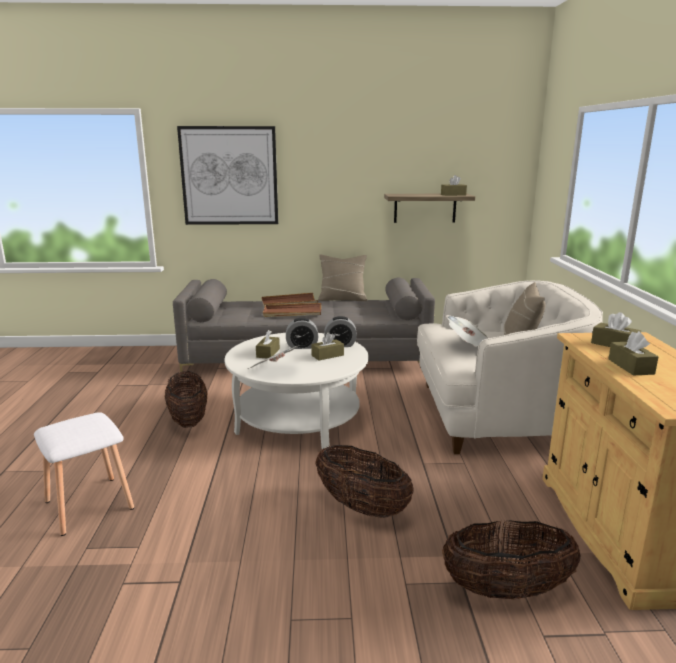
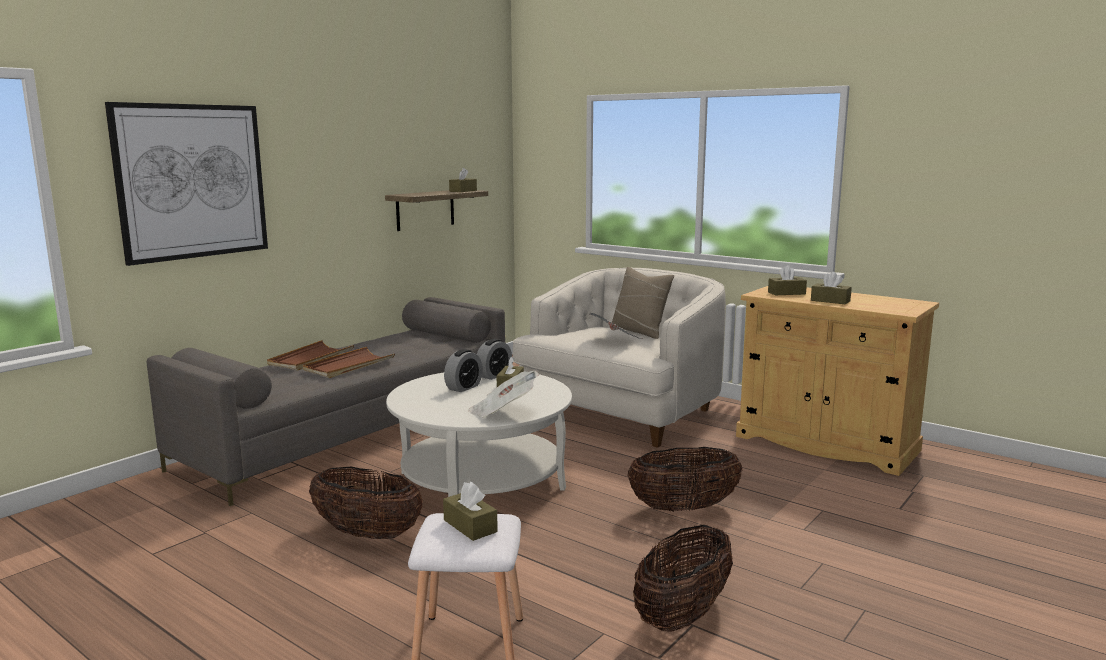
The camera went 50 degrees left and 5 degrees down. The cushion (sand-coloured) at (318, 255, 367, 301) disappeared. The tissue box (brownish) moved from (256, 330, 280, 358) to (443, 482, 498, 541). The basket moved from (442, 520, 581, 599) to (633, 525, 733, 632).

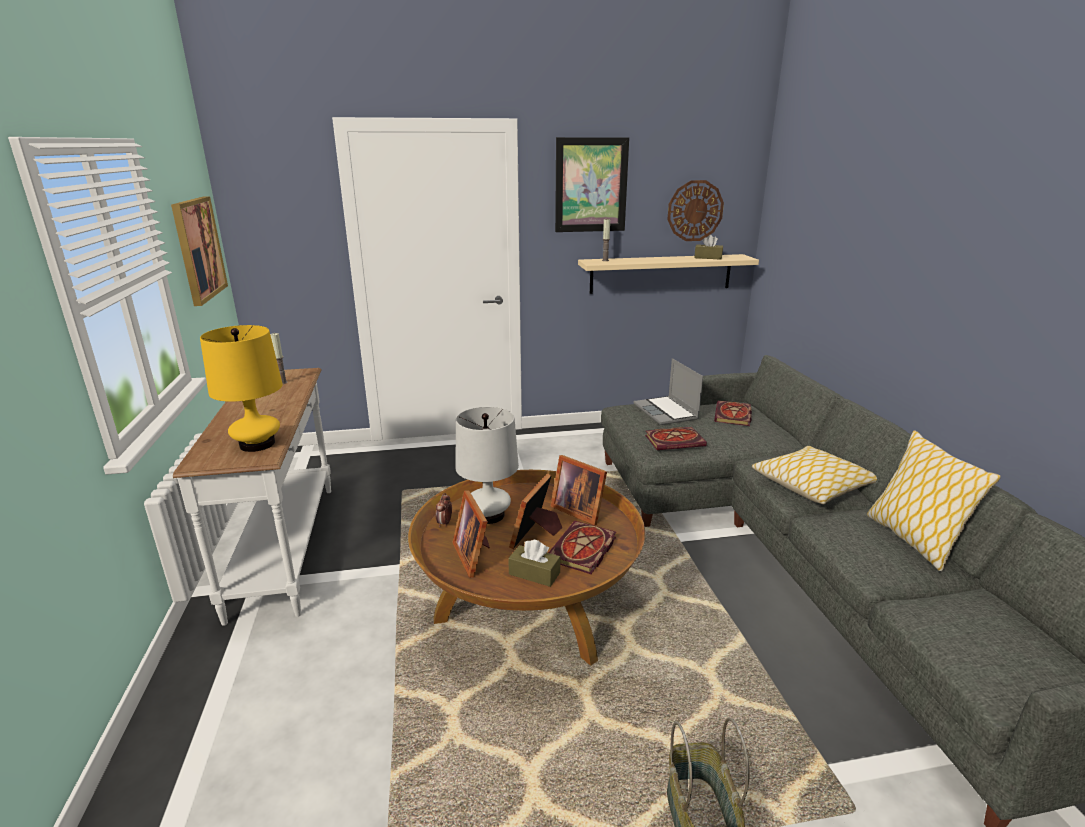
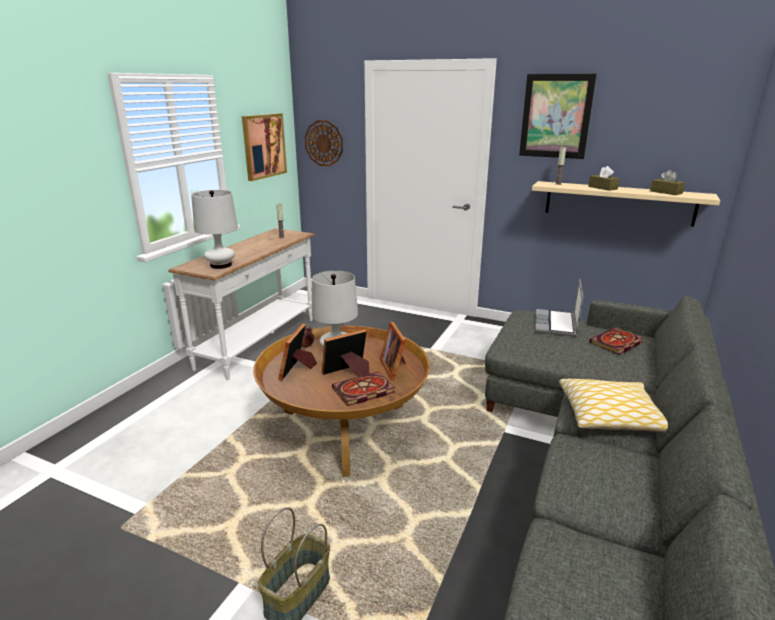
The camera went 35 degrees right and 0 degrees up. The wall clock moved from (667, 180, 724, 241) to (305, 120, 343, 167). The table lamp (yellow) at (200, 325, 283, 452) became the table lamp (whitish) at (191, 190, 238, 269). The volume at (645, 427, 707, 450) disappeared. The cushion at (867, 431, 1001, 571) disappeared. The tissue box (brownish) moved from (508, 540, 560, 587) to (588, 166, 620, 191).

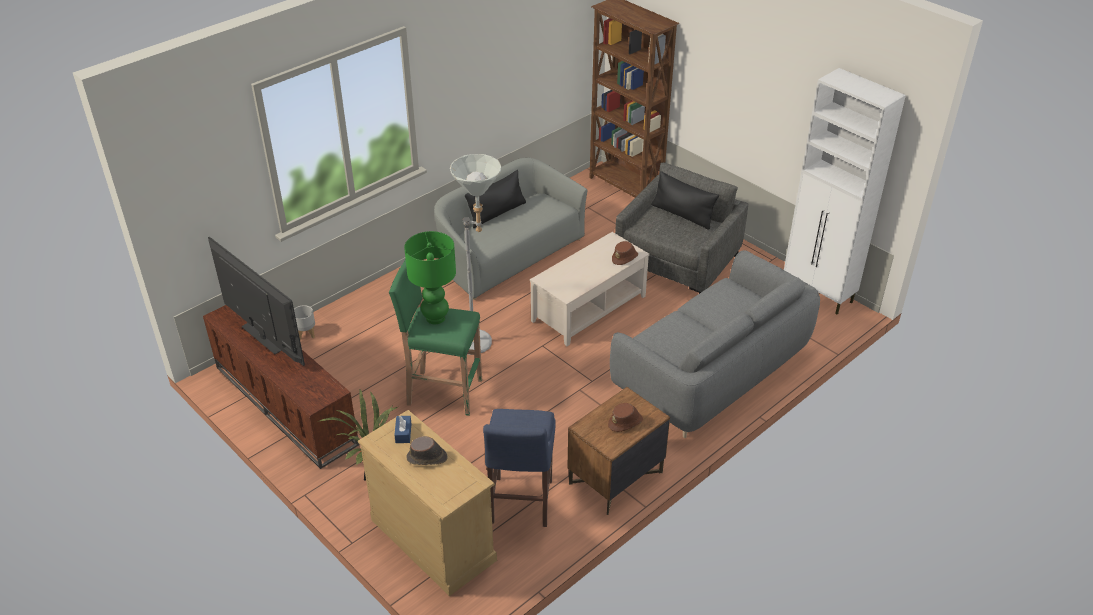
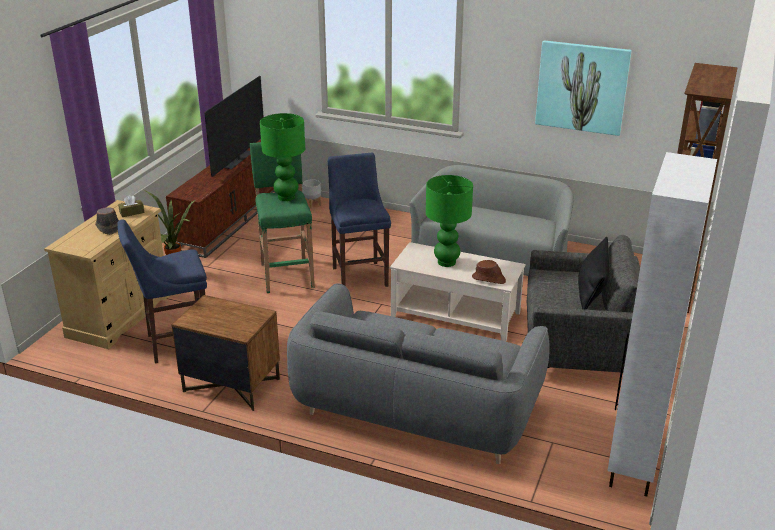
The camera went 65 degrees right and 10 degrees down. The standing lamp (gray) at (450, 154, 501, 355) was replaced by the sitting stool (bluish) at (328, 153, 391, 287). The cushion (black-coloured) at (465, 170, 526, 228) disappeared. The wearable hat (brownish) at (608, 403, 643, 432) disappeared. The tissue box (bluish) at (394, 416, 411, 443) became the tissue box (brownish) at (118, 195, 144, 217). The wall art at (535, 40, 632, 136) appeared. The table lamp (green) at (426, 175, 473, 267) appeared.

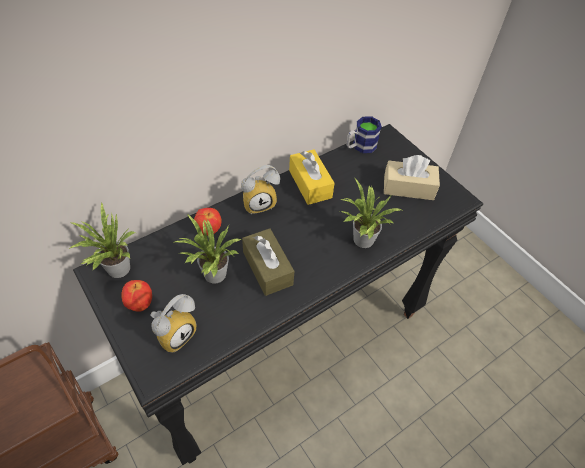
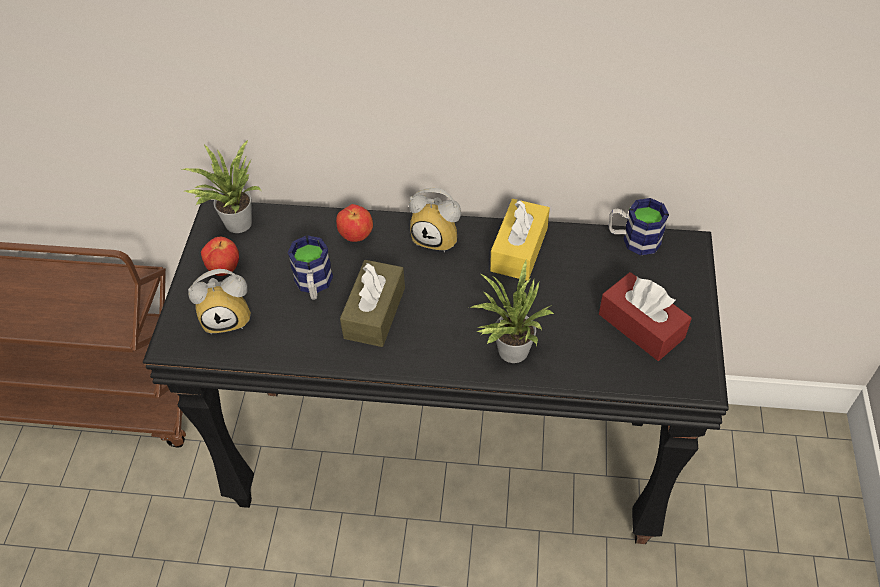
The camera went 45 degrees right and 0 degrees up. The tissue box (sand-coloured) at (384, 155, 440, 200) became the tissue box (reddish) at (599, 272, 692, 361). The plant in a pot at (175, 214, 242, 284) was replaced by the coffee mug at (288, 235, 333, 300).

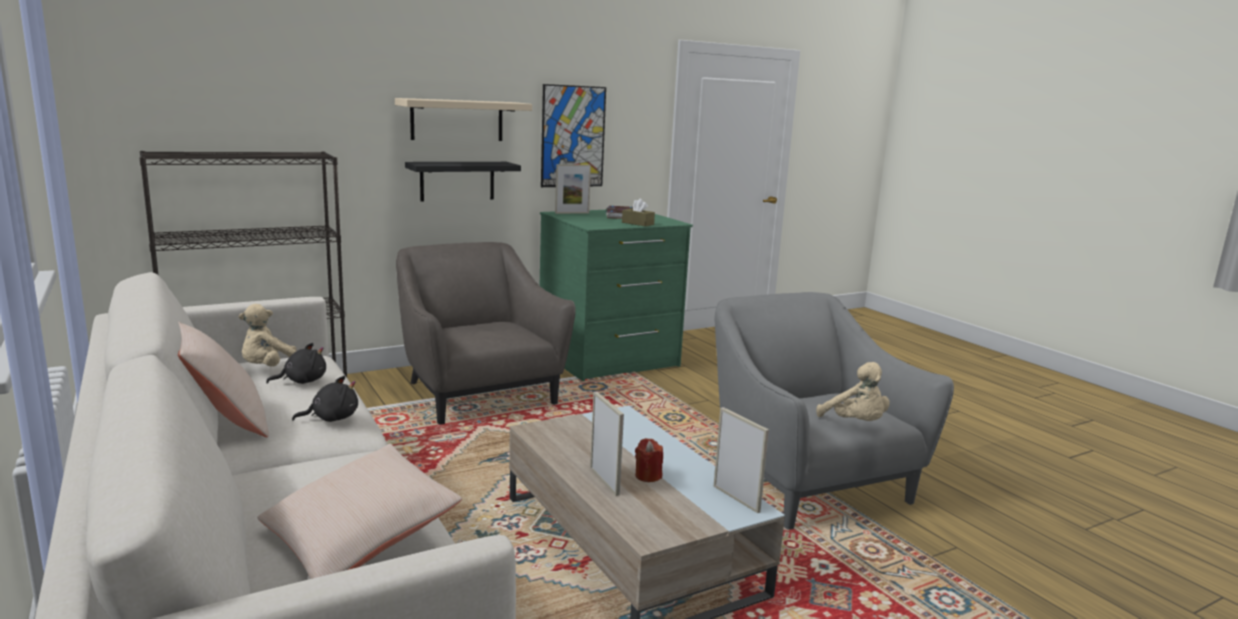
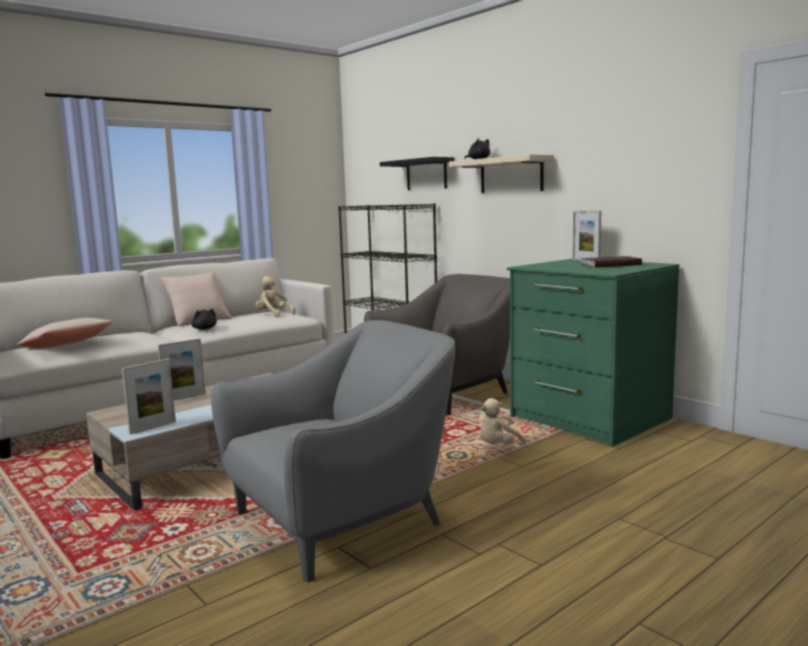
The camera went 80 degrees right and 5 degrees down. The wall art at (541, 84, 606, 187) disappeared. The shelf (black-coloured) moved from (405, 162, 521, 202) to (380, 157, 454, 190). The tissue box (brownish) at (622, 199, 655, 226) disappeared. The soft toy (black-coloured) moved from (266, 343, 326, 384) to (464, 138, 491, 159). The soft toy (sand-coloured) moved from (816, 362, 890, 421) to (480, 398, 527, 445). The candle (reddish) at (635, 438, 663, 482) disappeared.

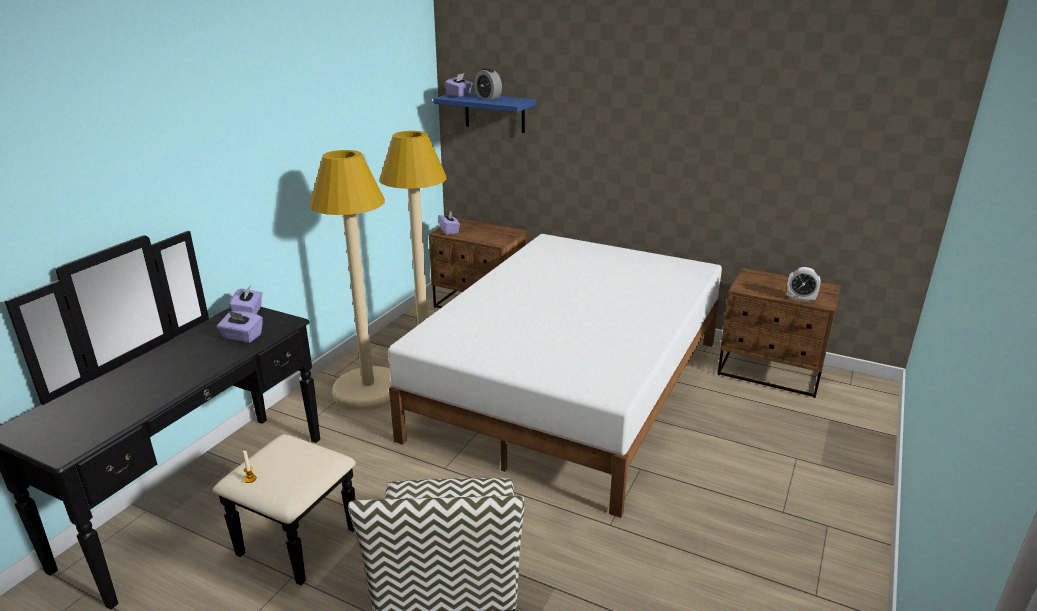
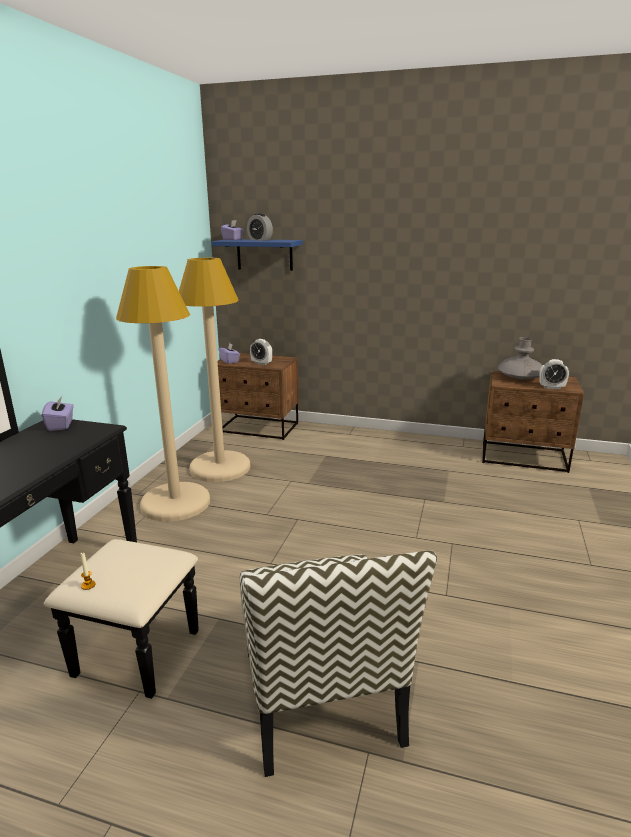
The camera went 10 degrees left and 5 degrees down. The bed (whitish) at (388, 234, 722, 518) disappeared. The tissue box (purplish) at (217, 311, 263, 343) disappeared. The flower vase (gray) at (497, 337, 542, 380) appeared. The bedside clock at (250, 339, 272, 365) appeared.

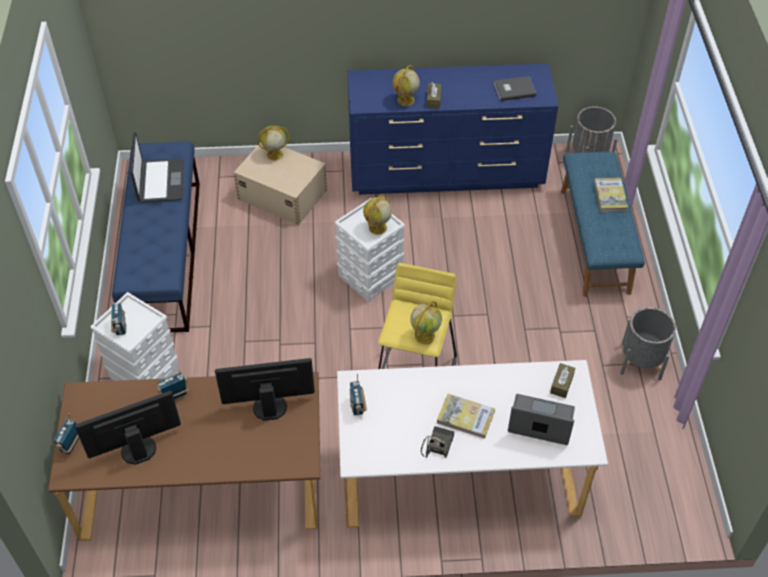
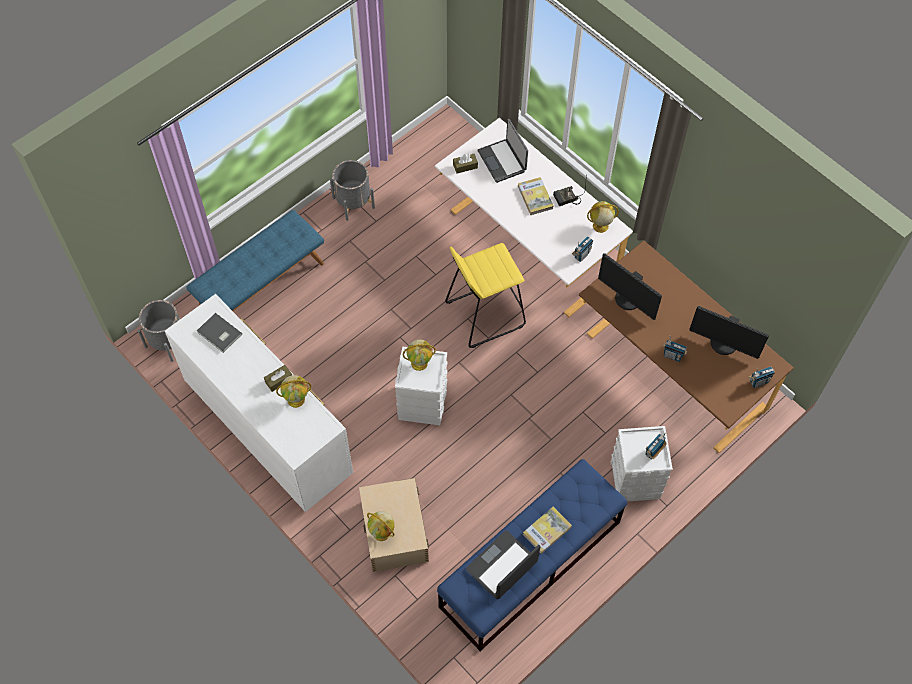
The camera went 130 degrees left and 10 degrees up. The chest of drawers (bluish) at (348, 64, 558, 195) became the chest of drawers (whitish) at (165, 294, 353, 512). The volume moved from (594, 178, 628, 212) to (523, 507, 572, 554). The globe moved from (410, 301, 442, 344) to (587, 201, 619, 233).

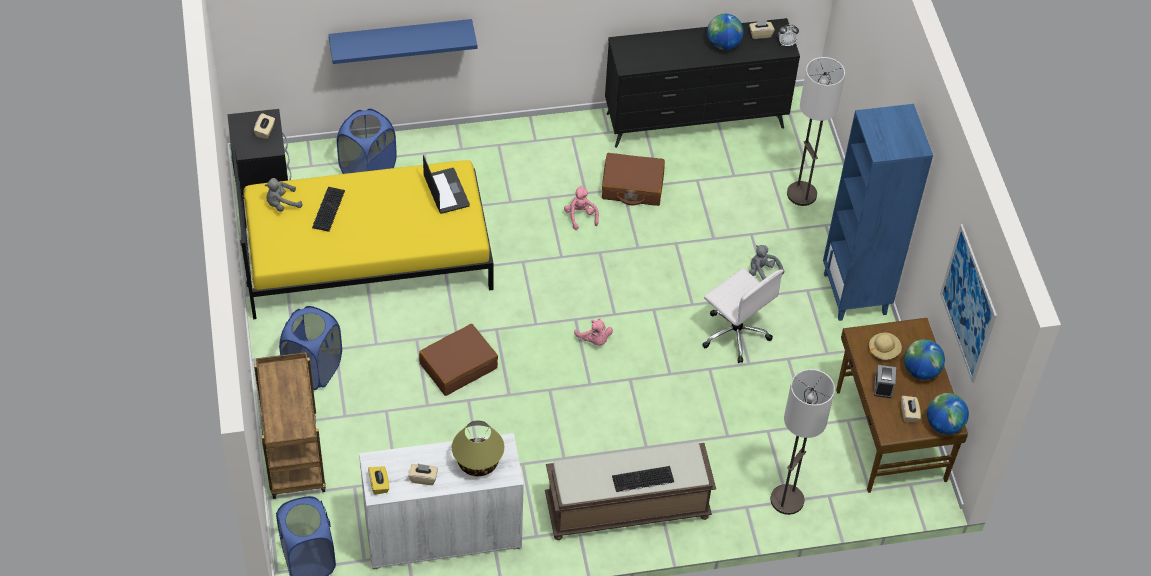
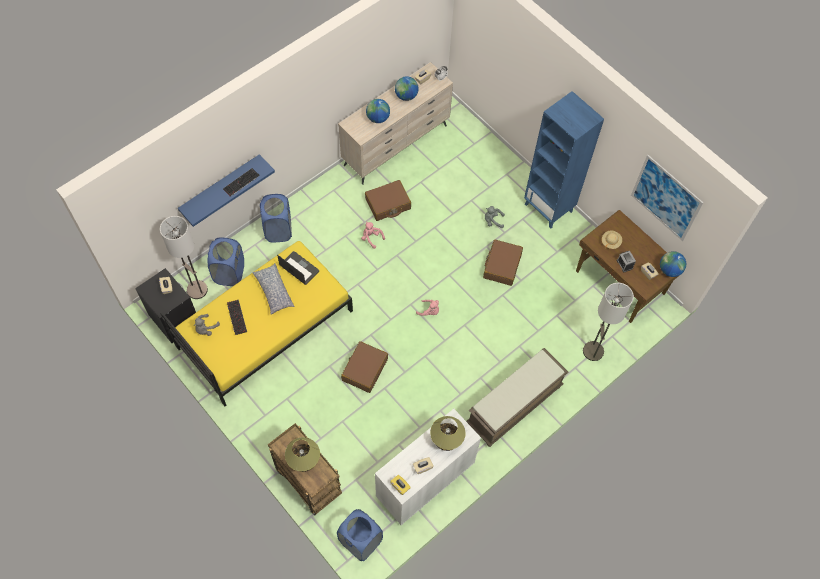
The camera went 30 degrees left and 10 degrees up. The chest of drawers (black-coloured) at (605, 18, 800, 148) became the chest of drawers (sand-coloured) at (338, 62, 453, 185). The standing lamp moved from (787, 57, 845, 206) to (160, 216, 208, 299). The computer chair (whitish) at (702, 268, 784, 363) was replaced by the suitcase (brownish) at (483, 240, 523, 286). The laundry basket (bluish) moved from (279, 306, 342, 390) to (260, 194, 292, 242). The globe moved from (904, 339, 945, 380) to (366, 99, 390, 123). The keyboard moved from (612, 466, 674, 492) to (223, 168, 260, 197). The cushion at (252, 263, 295, 315) appeared. The table lamp at (285, 437, 320, 472) appeared.

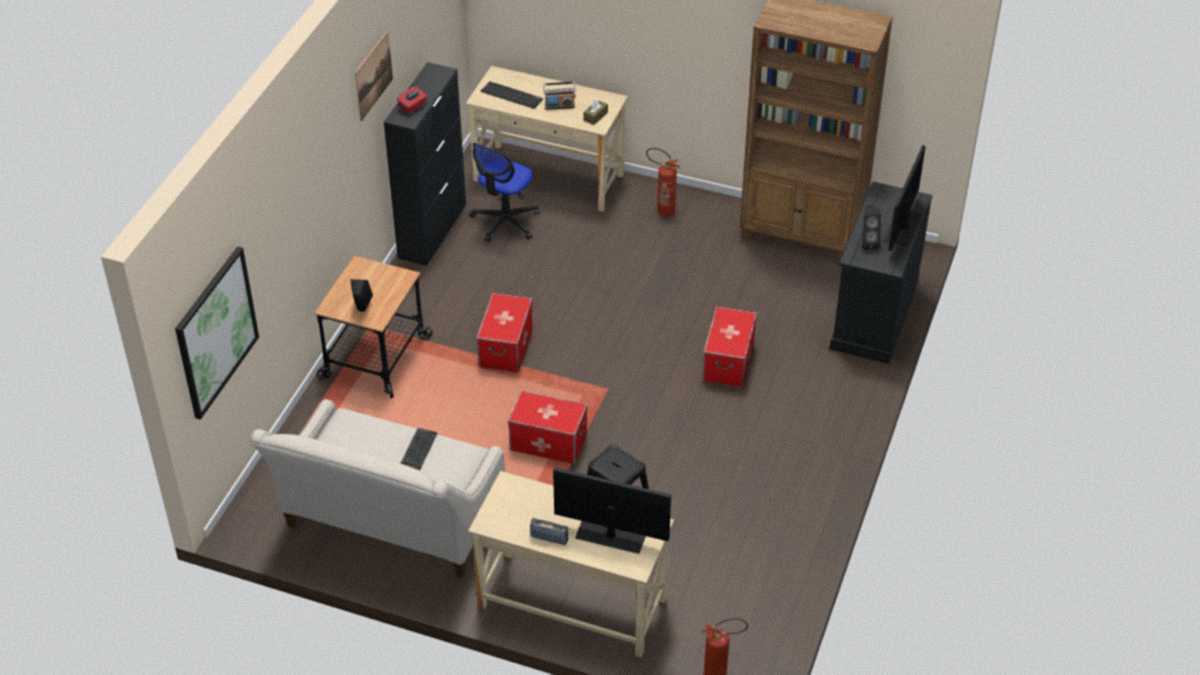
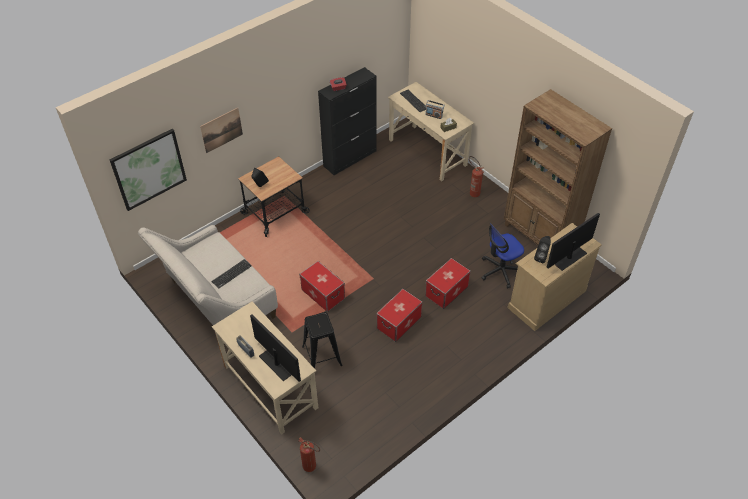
The camera went 30 degrees right and 5 degrees up. The wall art moved from (355, 31, 393, 121) to (200, 108, 243, 153). The computer chair moved from (469, 143, 540, 242) to (482, 223, 524, 288). The chest of drawers (black-coloured) at (830, 182, 933, 364) became the chest of drawers (sand-coloured) at (507, 223, 602, 331). The storage box moved from (476, 293, 533, 373) to (376, 289, 423, 342).

